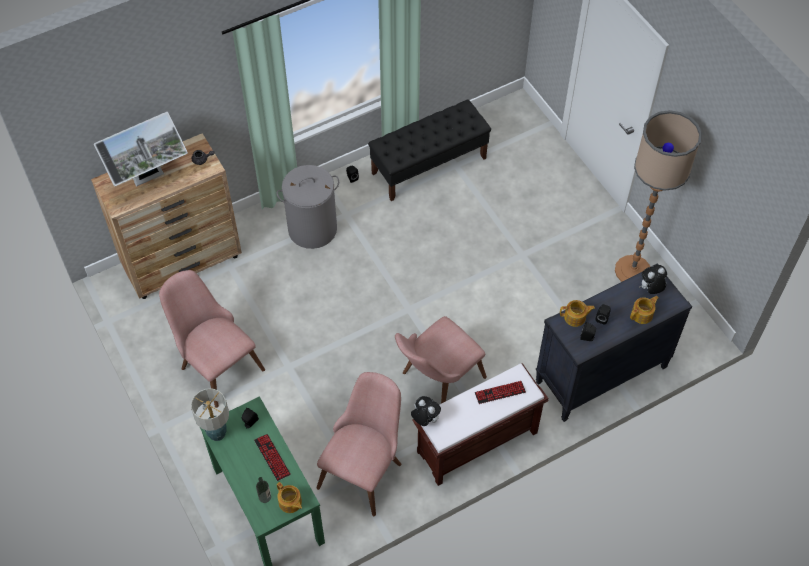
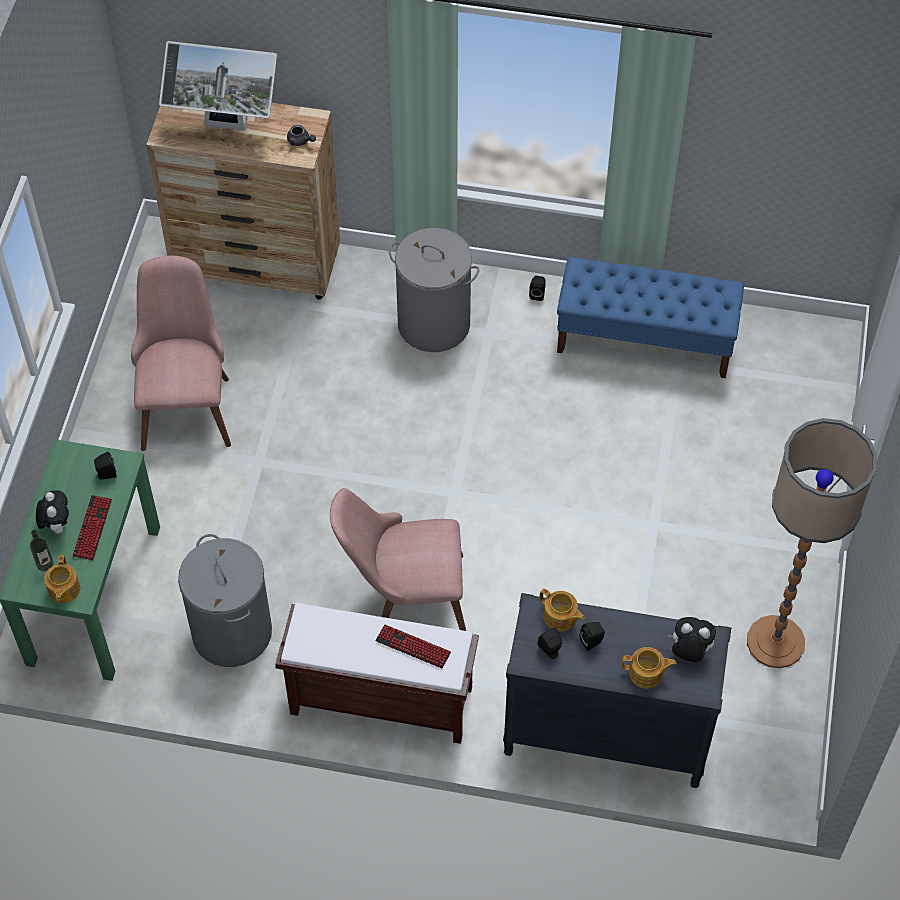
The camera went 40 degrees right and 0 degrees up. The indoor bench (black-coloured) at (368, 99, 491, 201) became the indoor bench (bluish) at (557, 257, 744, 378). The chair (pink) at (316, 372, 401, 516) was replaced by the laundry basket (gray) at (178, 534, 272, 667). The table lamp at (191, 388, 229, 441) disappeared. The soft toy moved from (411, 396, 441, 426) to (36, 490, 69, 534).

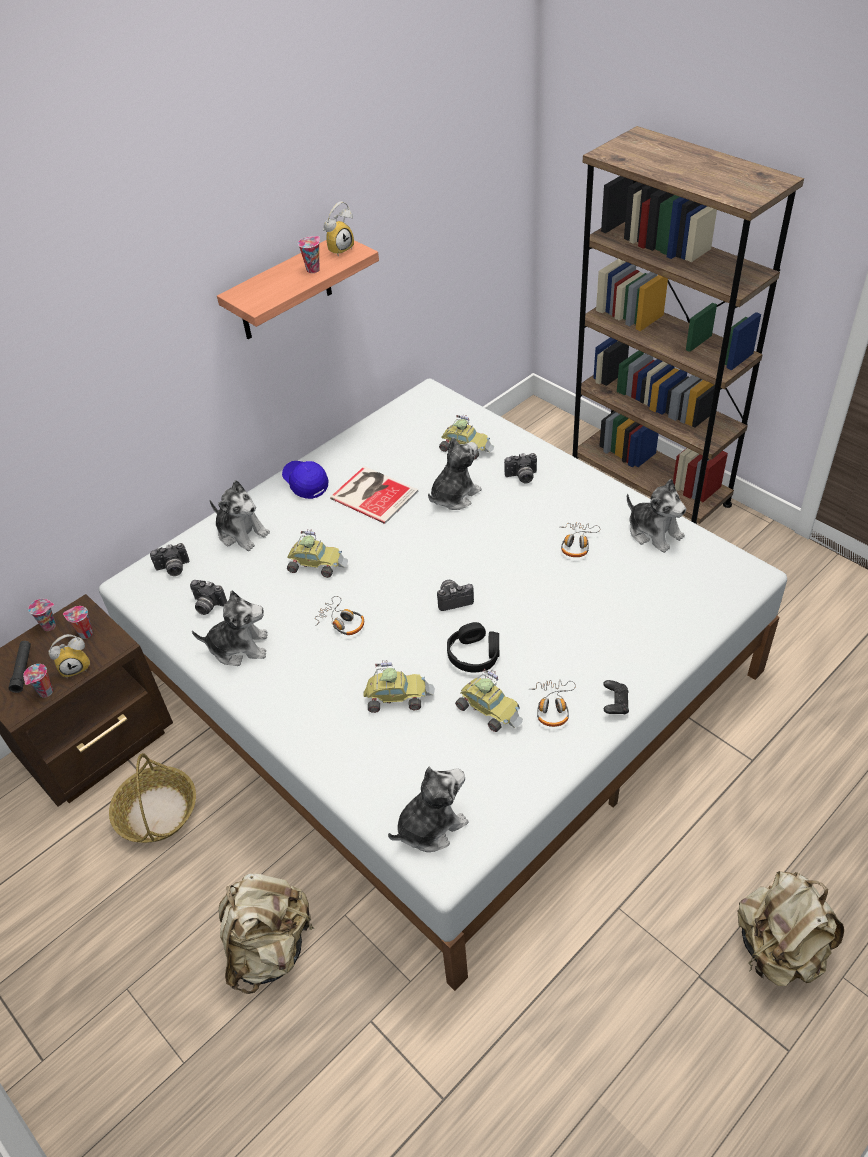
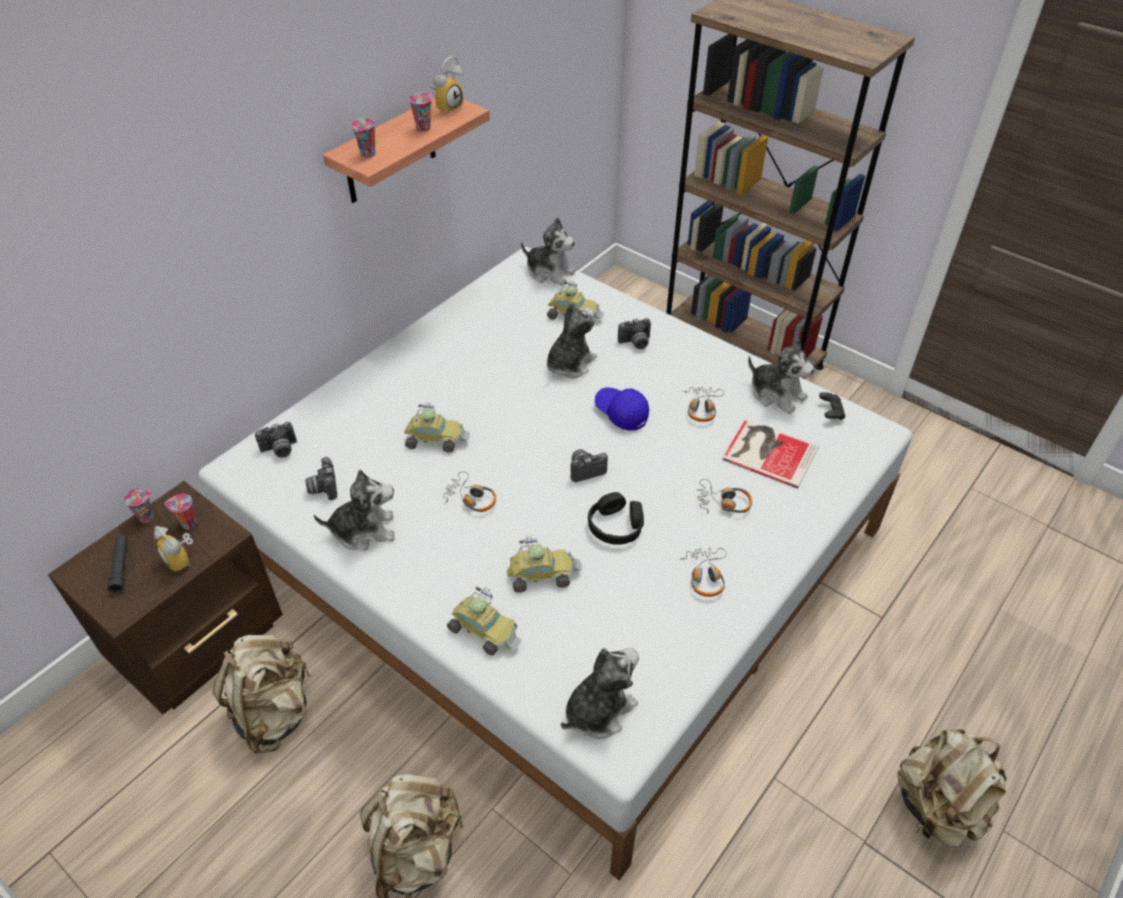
The camera went 10 degrees left and 0 degrees up. The baseball cap (bluish) moved from (282, 461, 328, 499) to (595, 387, 649, 431). The volume moved from (330, 466, 418, 524) to (722, 419, 819, 488). The soft toy moved from (210, 480, 270, 551) to (521, 217, 576, 286). The still camera at (190, 580, 227, 615) turned 60 degrees clockwise. The bedside clock at (48, 634, 90, 678) turned 75 degrees clockwise. The cup moved from (23, 664, 53, 698) to (351, 118, 375, 158). The model car moved from (455, 669, 523, 732) to (447, 587, 521, 656). The gamepad (black-coloured) moved from (603, 680, 629, 715) to (819, 392, 845, 420). The basket at (109, 753, 196, 843) was replaced by the backpack (sand-coloured) at (213, 635, 311, 754). The pair of headphones at (697, 479, 752, 514) appeared.

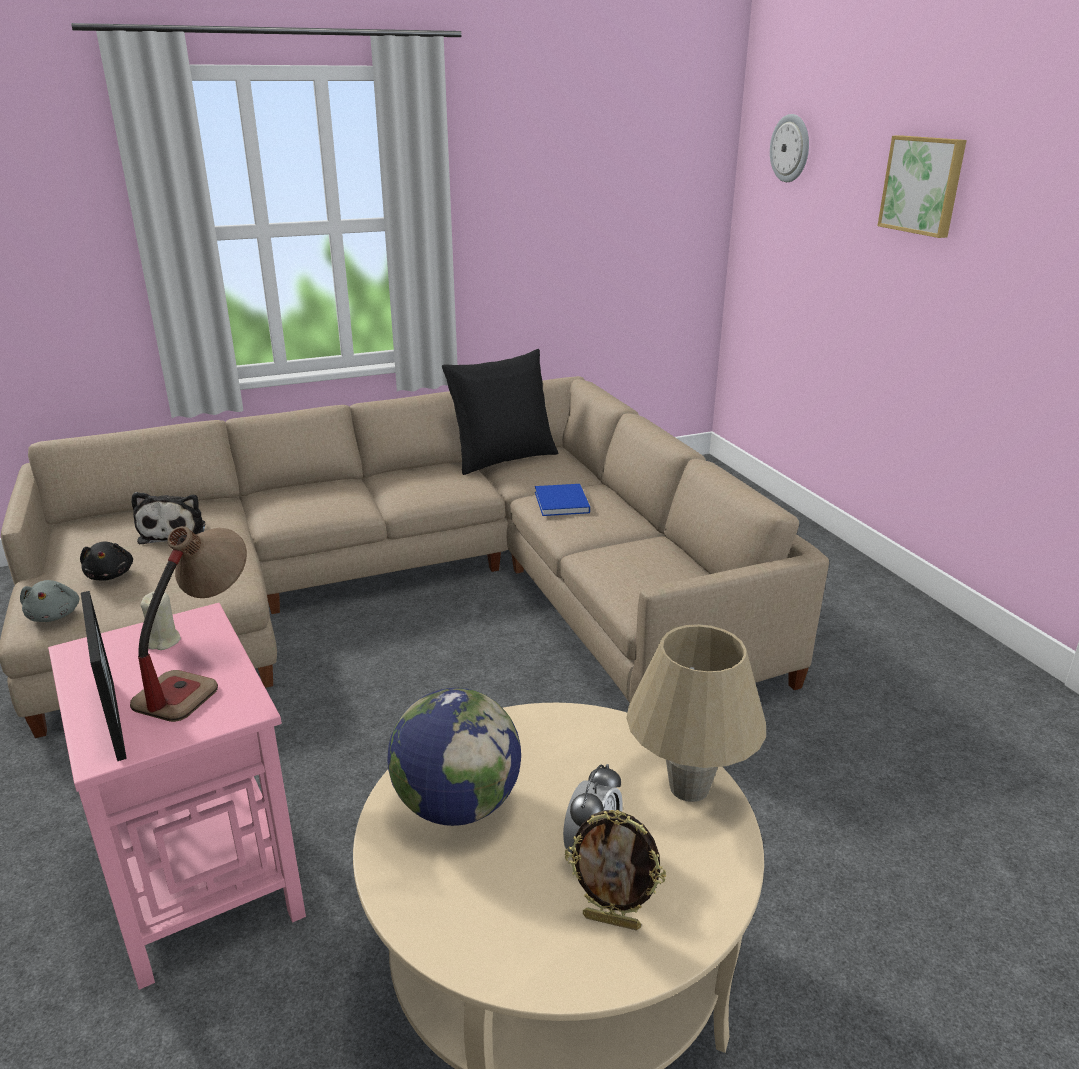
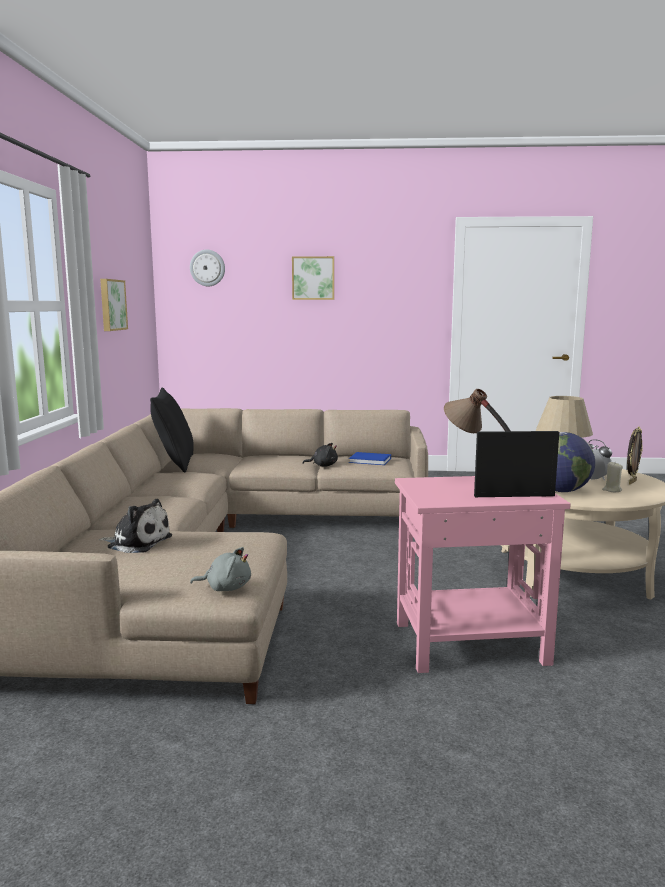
The camera went 65 degrees left and 15 degrees down. The volume (bluish) moved from (535, 484, 590, 516) to (349, 452, 391, 465). The soft toy (black-coloured) moved from (80, 542, 133, 581) to (302, 443, 338, 467). The candle (sand-coloured) moved from (141, 591, 181, 650) to (602, 462, 623, 492). The wall art at (100, 279, 128, 331) appeared.

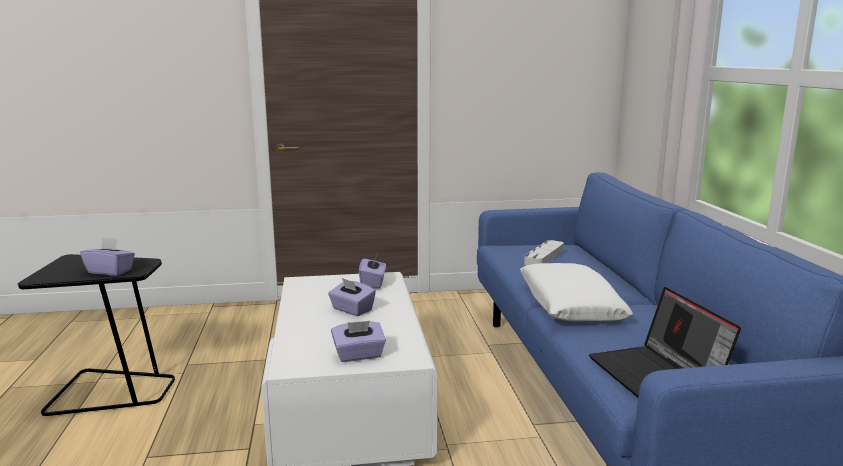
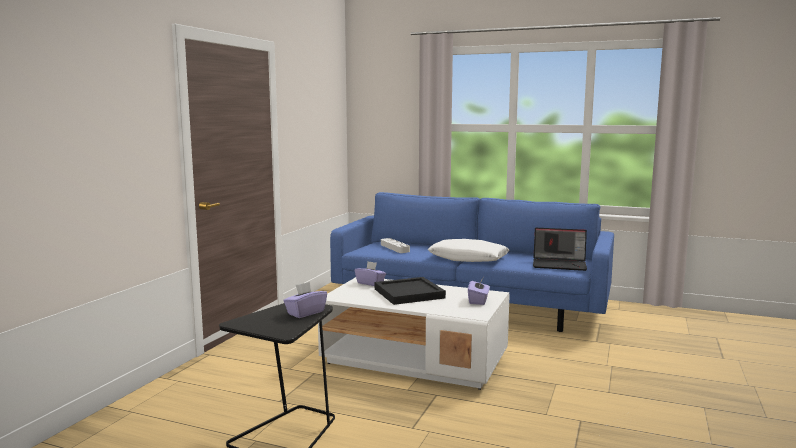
The camera went 60 degrees left and 5 degrees down. The tissue box (purplish) at (328, 278, 376, 316) was replaced by the carrying tray (black-coloured) at (375, 277, 446, 305).

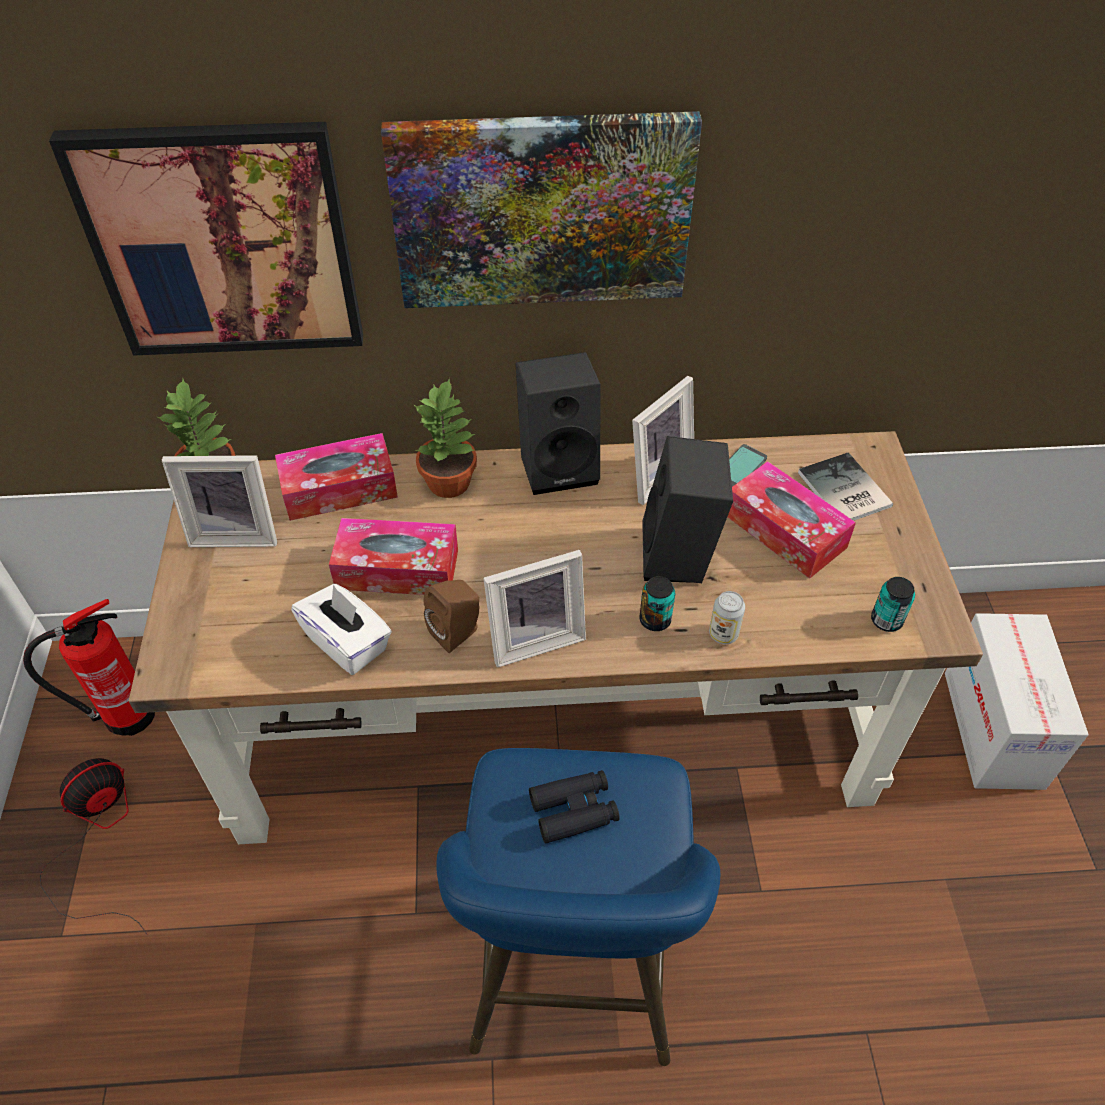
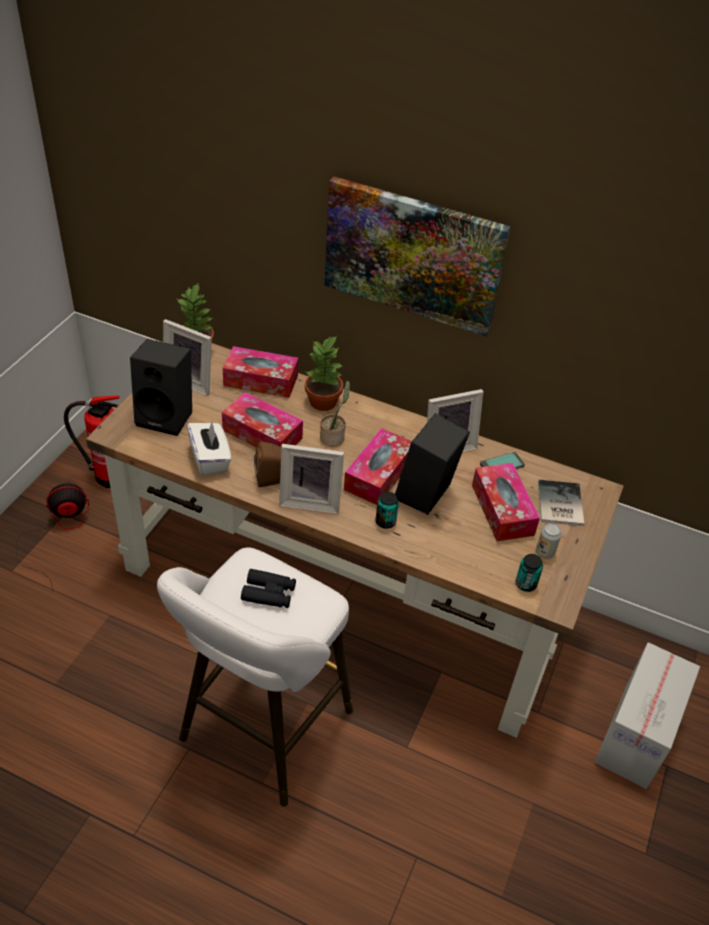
The camera went 25 degrees right and 5 degrees down. The wall art at (49, 122, 363, 356) disappeared. The loudspeaker (black-coloured) moved from (516, 352, 601, 495) to (130, 339, 192, 436). The metal can moved from (709, 591, 745, 644) to (536, 523, 561, 559). The sitting stool (bluish) at (436, 748, 720, 1066) became the sitting stool (whitish) at (157, 547, 353, 807). The plant in a pot at (320, 381, 350, 447) appeared. The tissue box at (344, 428, 412, 505) appeared.

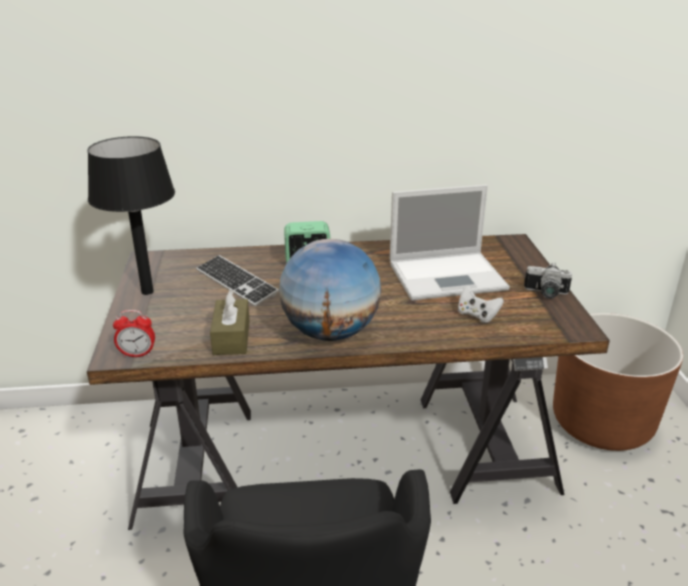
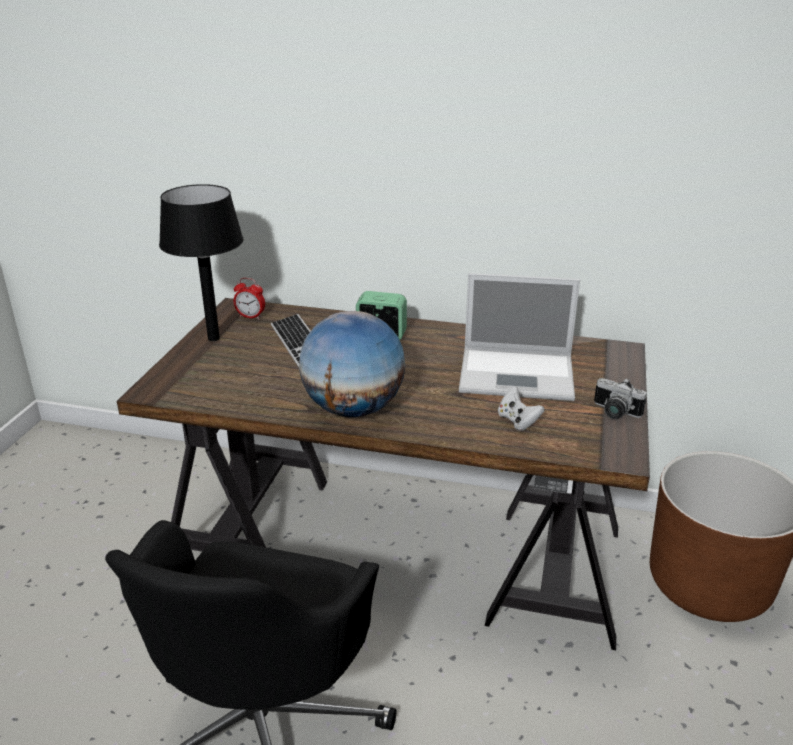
The camera went 20 degrees right and 0 degrees up. The tissue box (brownish) at (210, 290, 250, 355) disappeared. The bedside clock moved from (113, 310, 155, 357) to (233, 278, 265, 319).

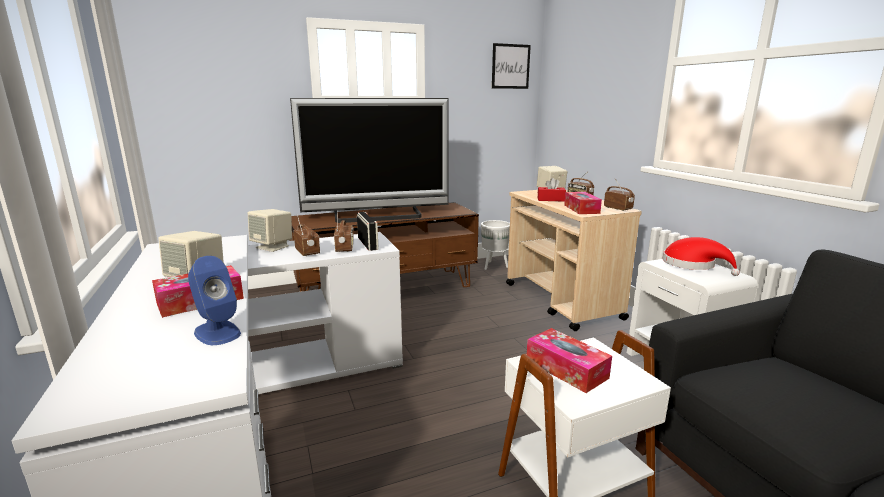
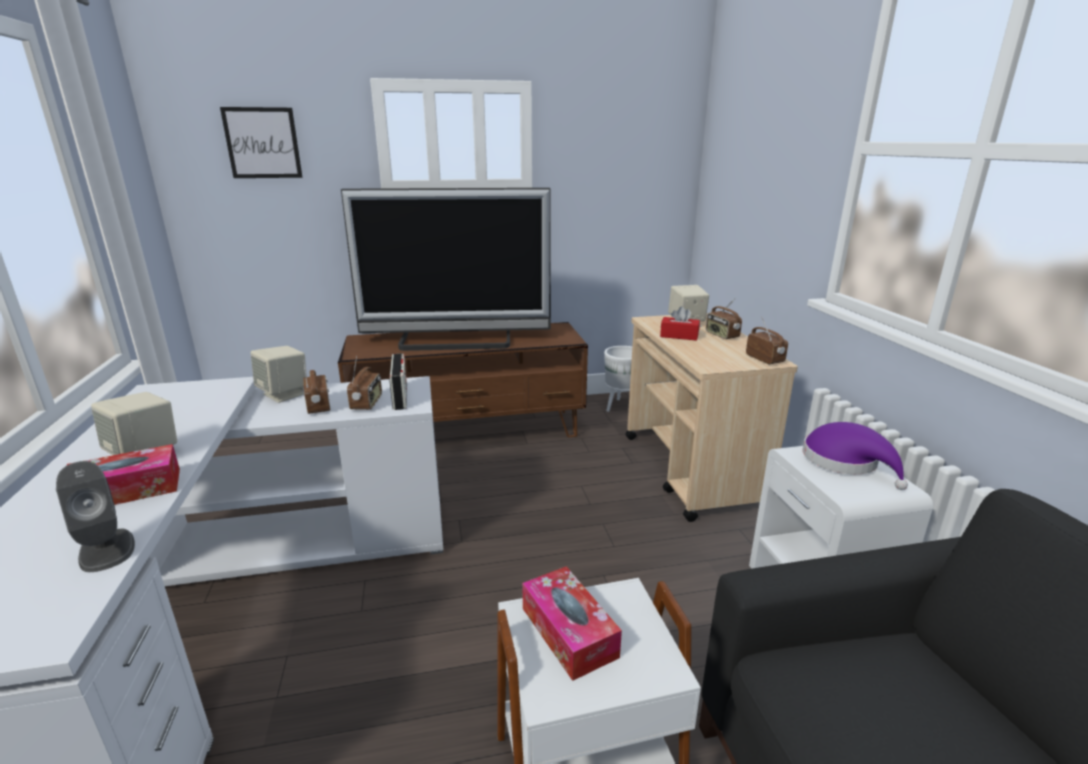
The camera went 10 degrees right and 5 degrees up. The wall art moved from (492, 43, 531, 89) to (220, 107, 302, 178). The tissue box at (564, 192, 602, 214) disappeared. The wearable hat (reddish) at (662, 237, 740, 276) became the wearable hat (purplish) at (803, 422, 908, 490). The loudspeaker (bluish) at (188, 256, 241, 345) became the loudspeaker (gray) at (56, 461, 135, 572).

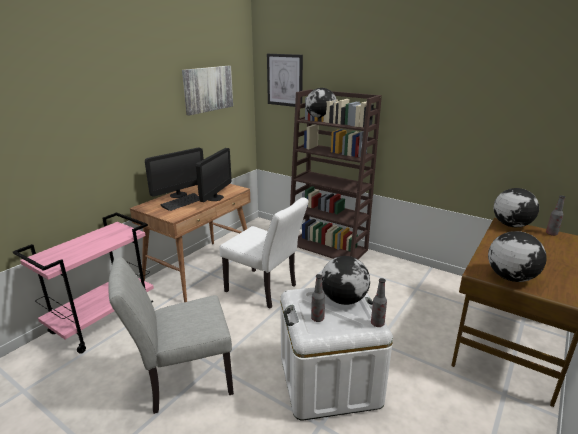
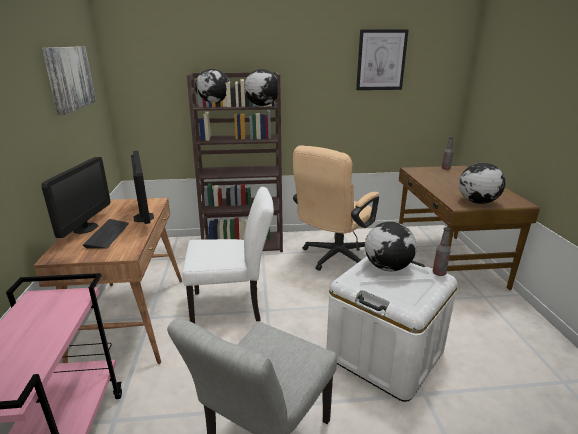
The camera went 40 degrees left and 0 degrees up. The wall art moved from (267, 54, 303, 107) to (356, 29, 409, 90). The globe moved from (494, 188, 539, 227) to (244, 69, 277, 106). The bottle at (311, 274, 325, 322) disappeared. The computer chair (sand-coloured) at (293, 145, 379, 271) appeared.

